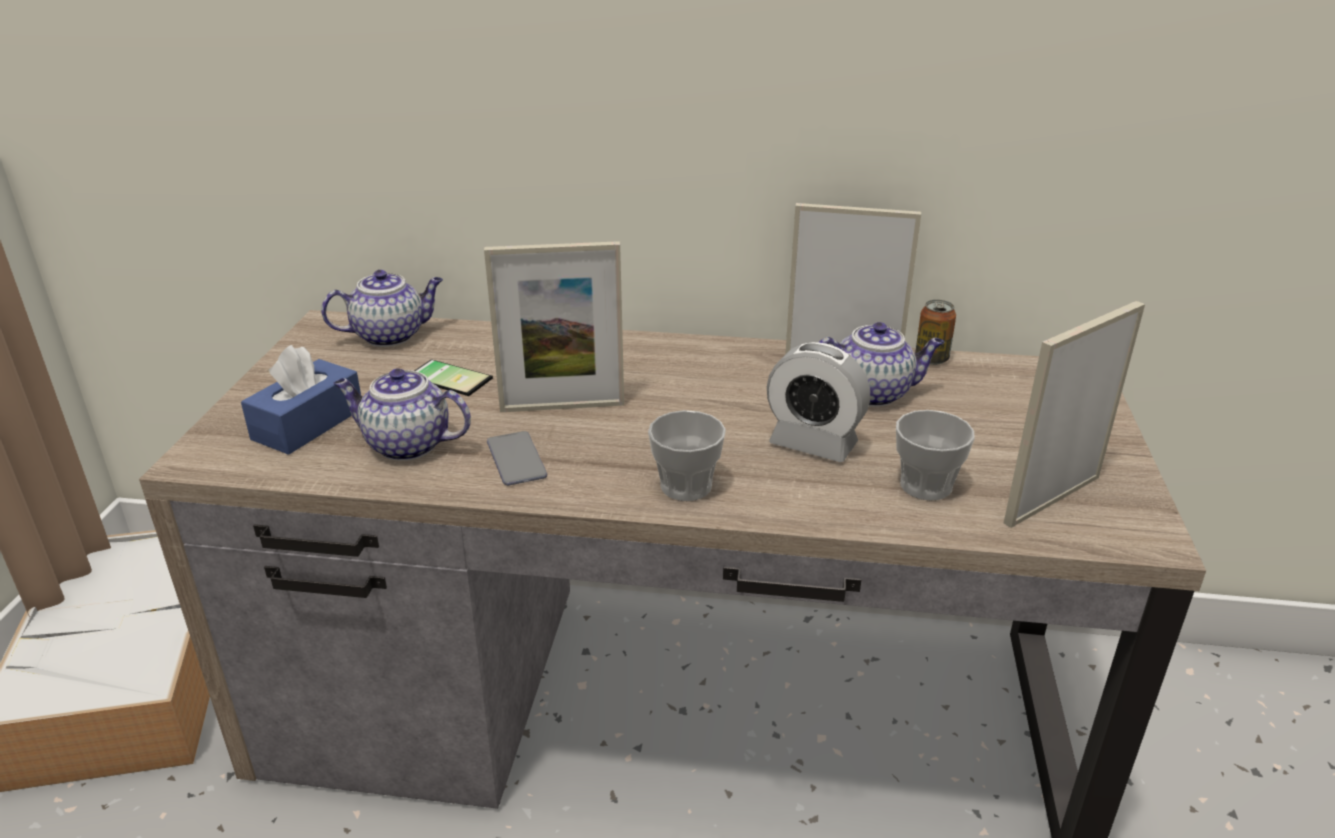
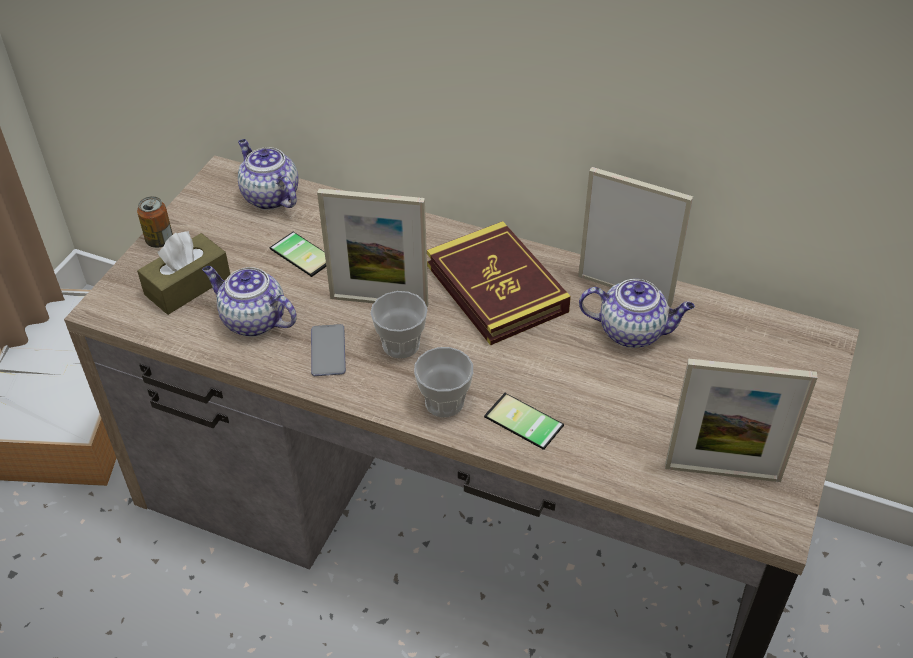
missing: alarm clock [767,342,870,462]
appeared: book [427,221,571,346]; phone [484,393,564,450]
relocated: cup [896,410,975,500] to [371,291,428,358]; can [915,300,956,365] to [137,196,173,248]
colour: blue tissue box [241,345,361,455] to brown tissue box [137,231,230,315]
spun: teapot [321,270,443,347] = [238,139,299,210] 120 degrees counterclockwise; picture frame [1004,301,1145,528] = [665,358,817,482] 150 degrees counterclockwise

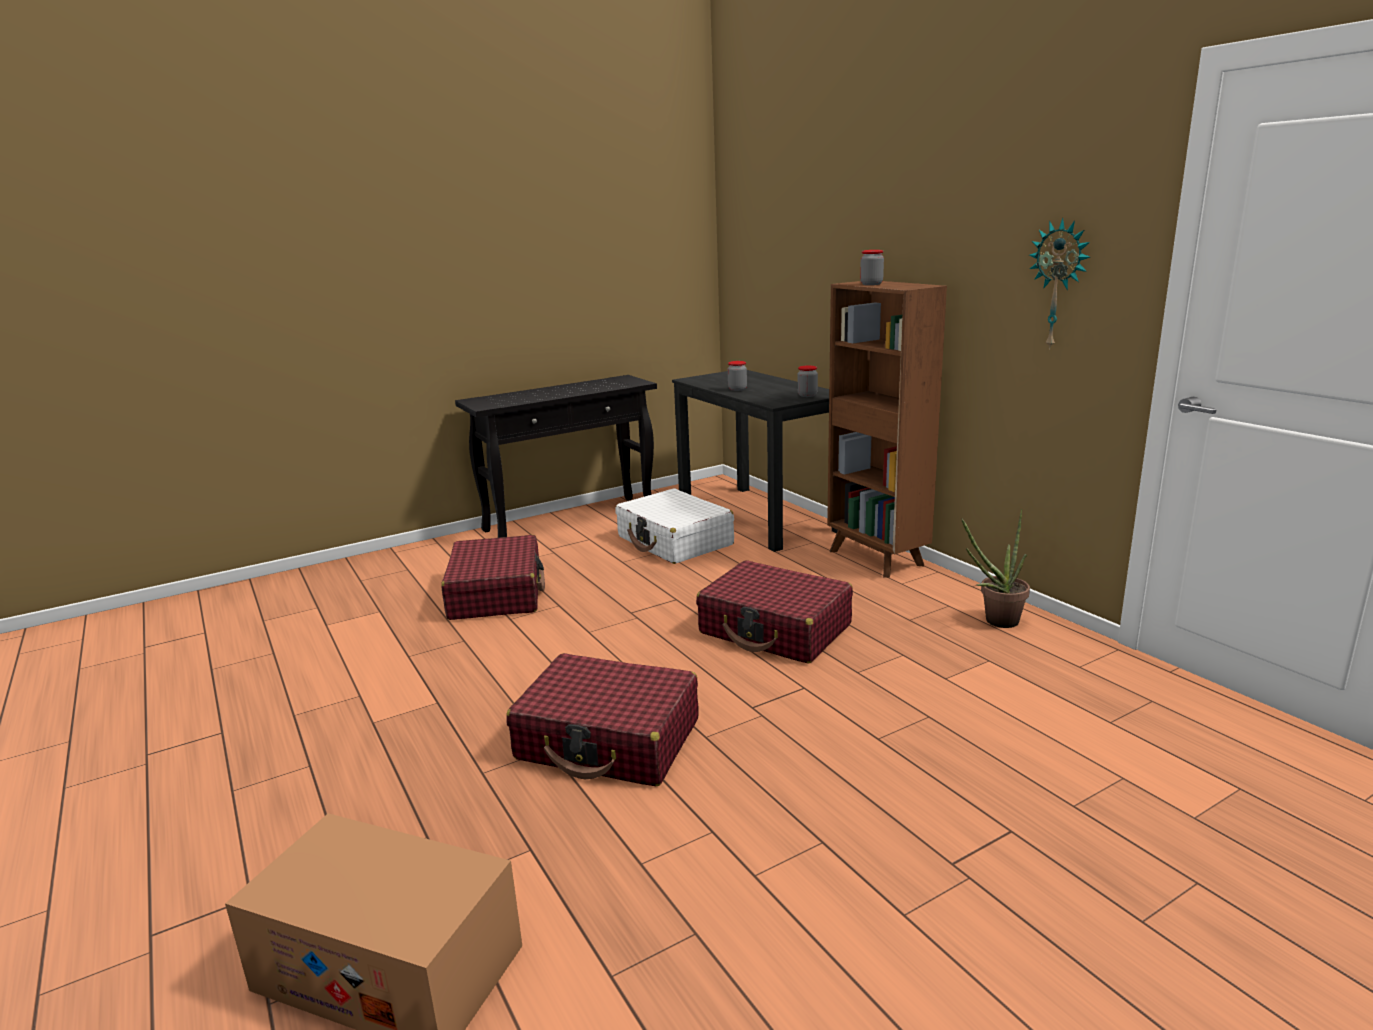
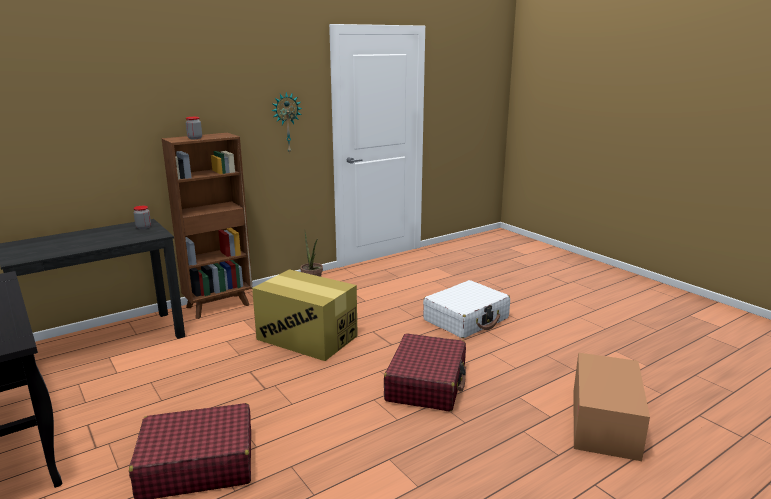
missing: jar [728,361,747,391]
relocated: white suitcase [615,488,734,564] to [423,280,510,338]
exchanged: red suitcase [696,560,853,664] to cardboard box [252,269,358,361]

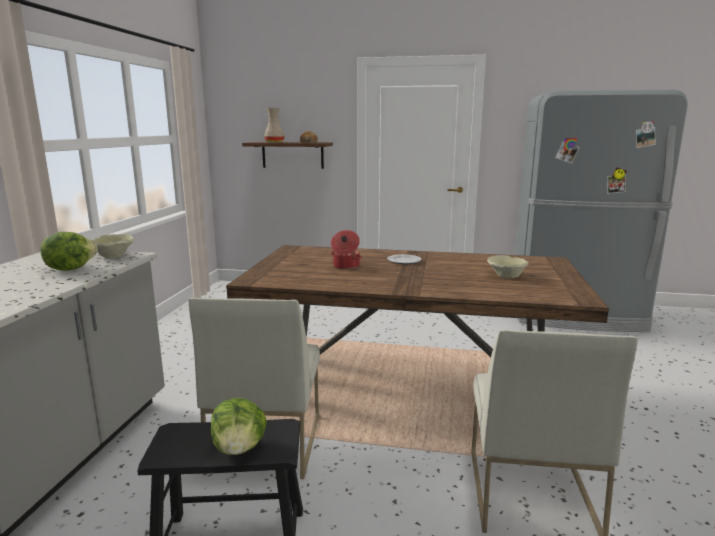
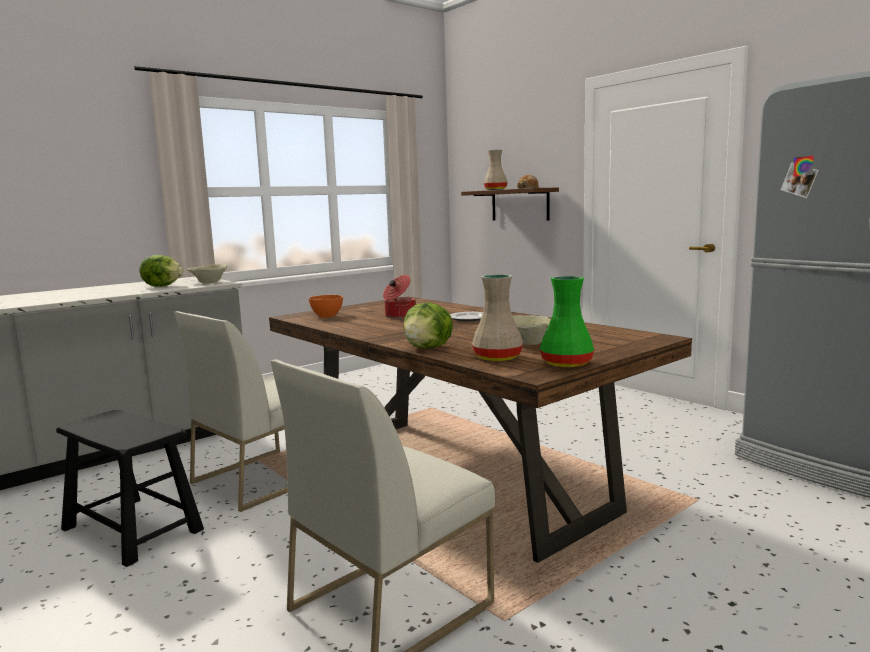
appeared: orange bowl [308,295,343,317]; beige vase [472,274,523,361]; green vase [540,276,594,367]
relocated: lettuce [211,398,267,455] to [404,302,453,348]

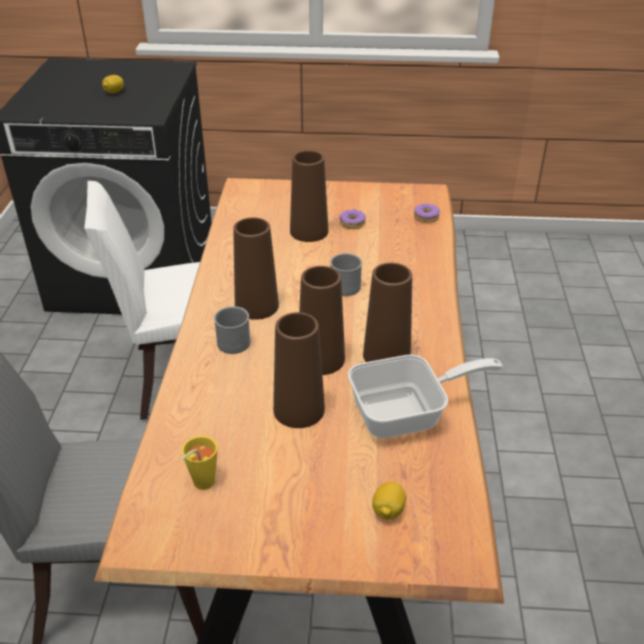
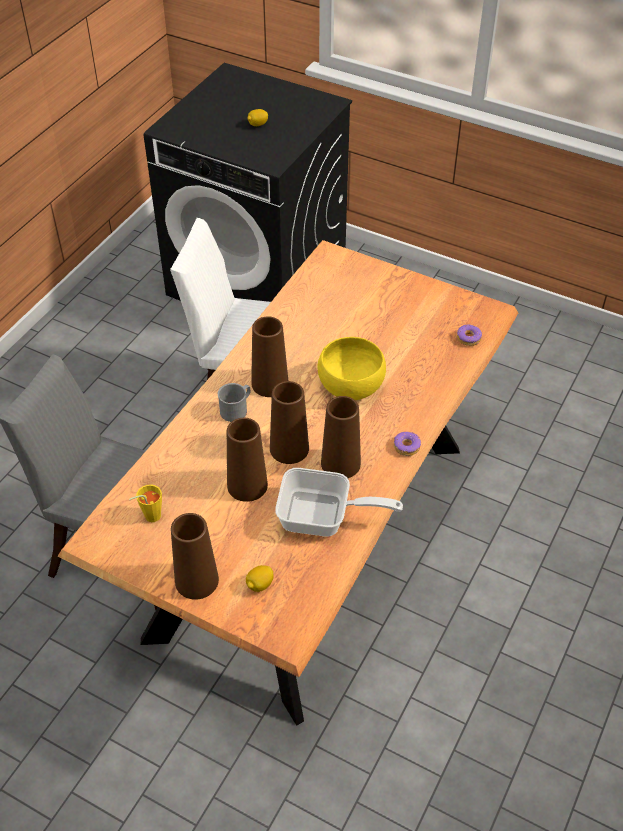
relocated: brown vase [290,150,328,242] to [171,513,219,600]; donut [339,209,366,229] to [394,432,421,456]
exchanged: grey mug [330,253,362,296] to yellow bowl [318,337,386,400]

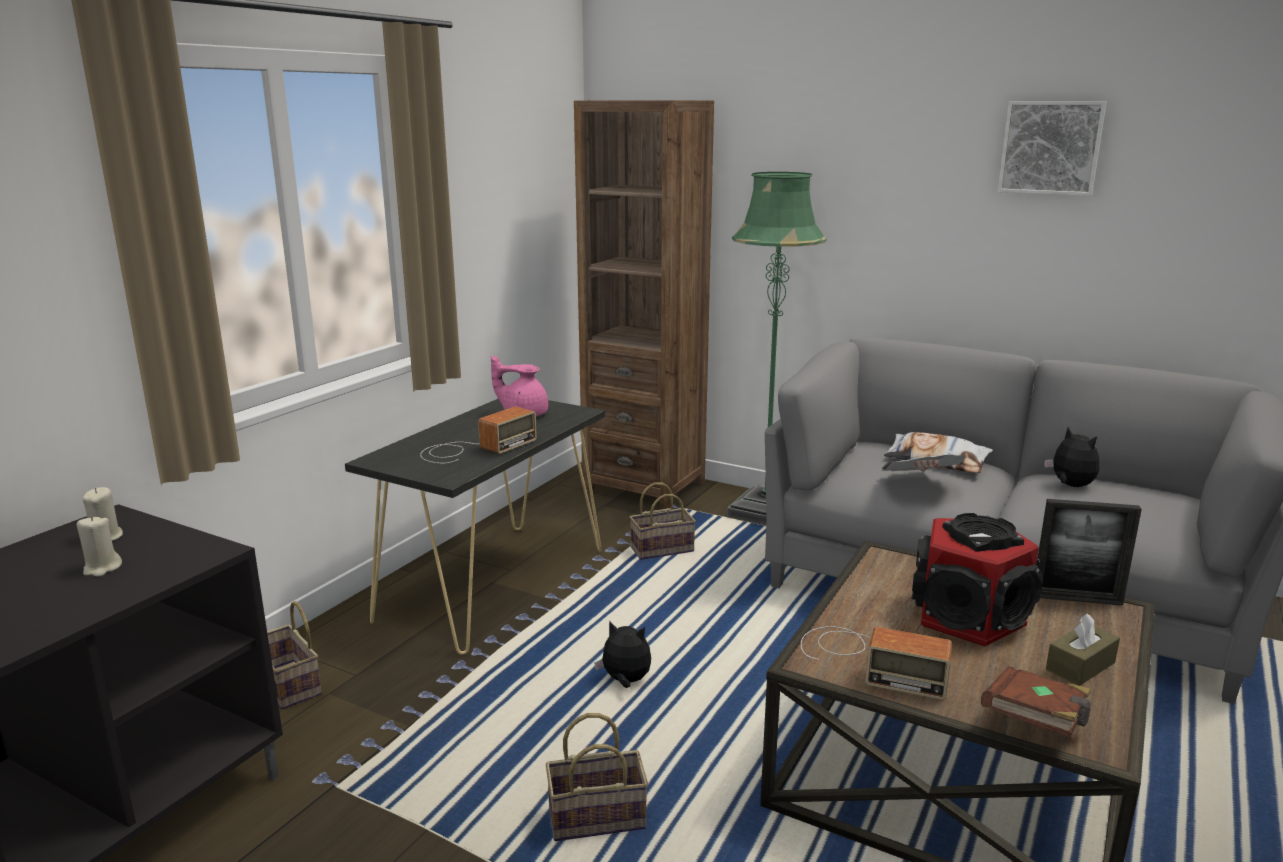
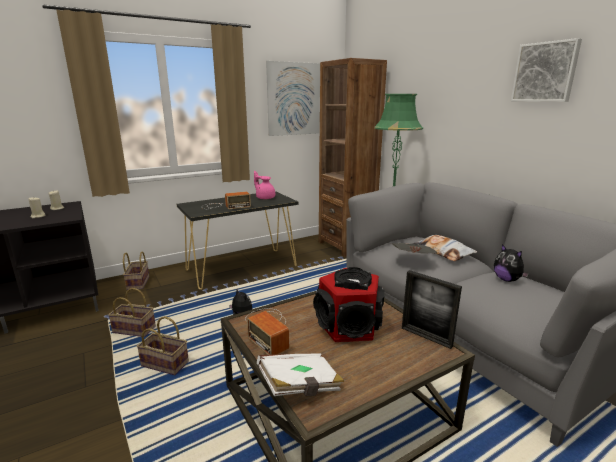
missing: brown tissue box [1046,613,1120,686]
appeared: picture [266,61,320,136]
relocated: basket [629,483,696,560] to [108,288,156,337]
colour: brown book [981,666,1091,738] to white book [257,353,344,397]
spun: plush toy [1044,427,1099,487] = [494,244,529,282] 150 degrees clockwise

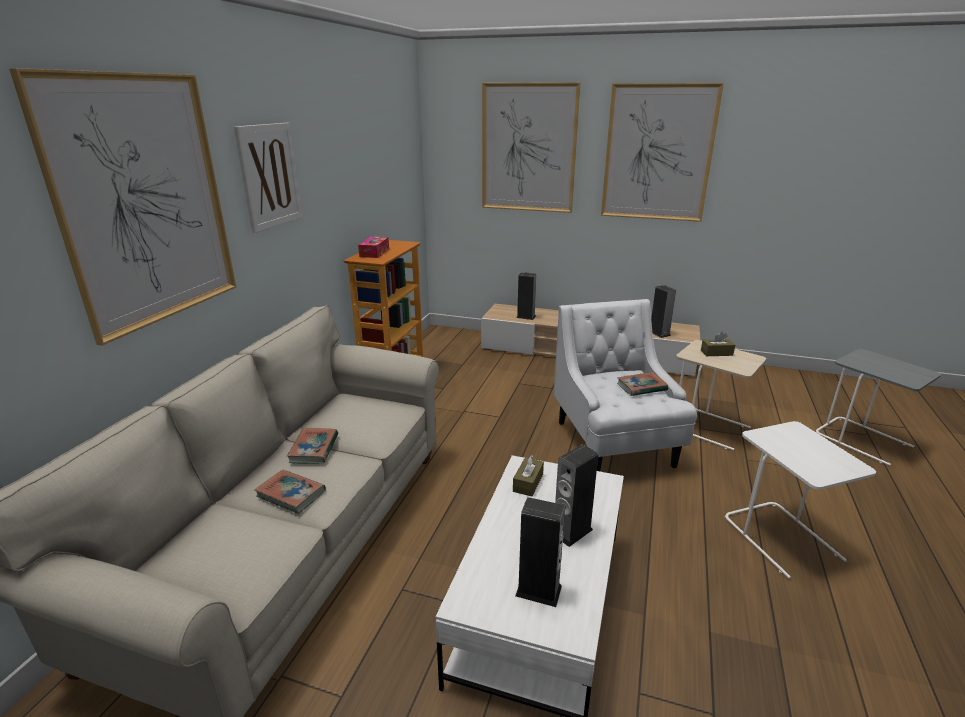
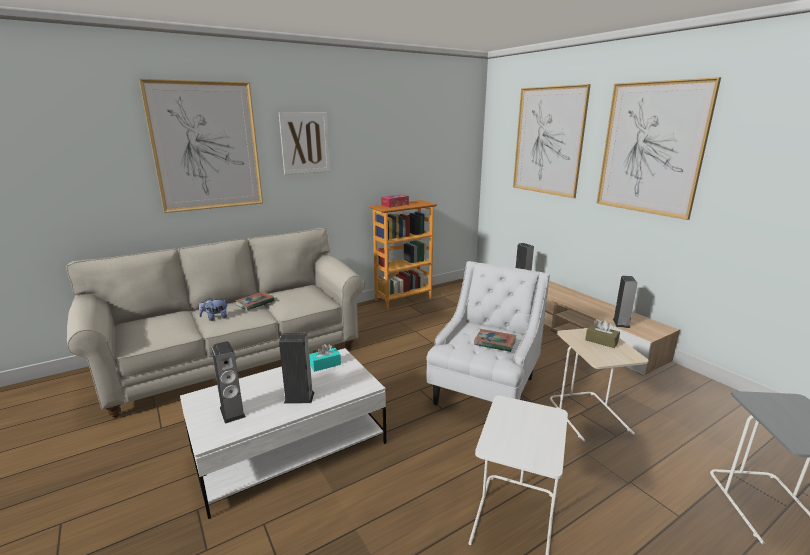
exchanged: book [254,470,326,514] to plush toy [199,298,227,321]
colour: brown tissue box [513,455,544,497] to turquoise tissue box [309,344,341,372]

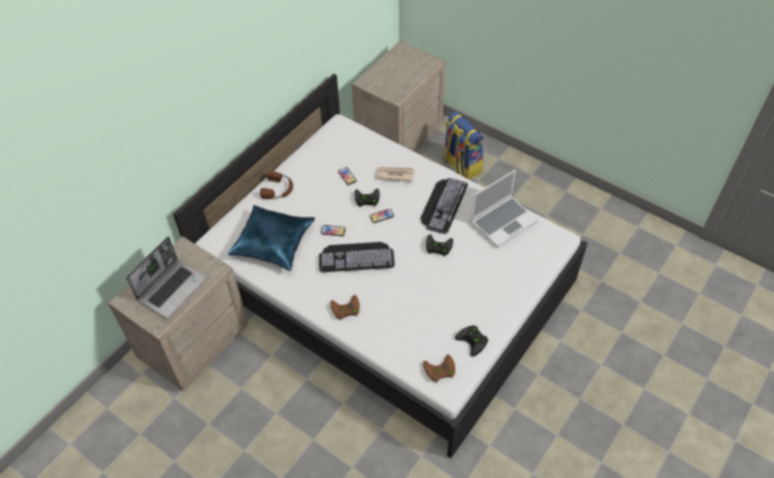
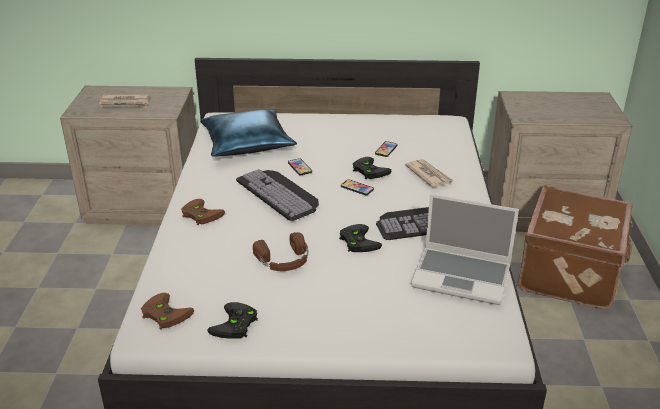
relocated: brown headphones [260,171,293,199] to [253,232,308,271]
exchanged: laptop [126,236,207,319] to newspaper [99,94,149,107]; backpack [442,111,483,179] to brown suitcase [518,185,633,309]

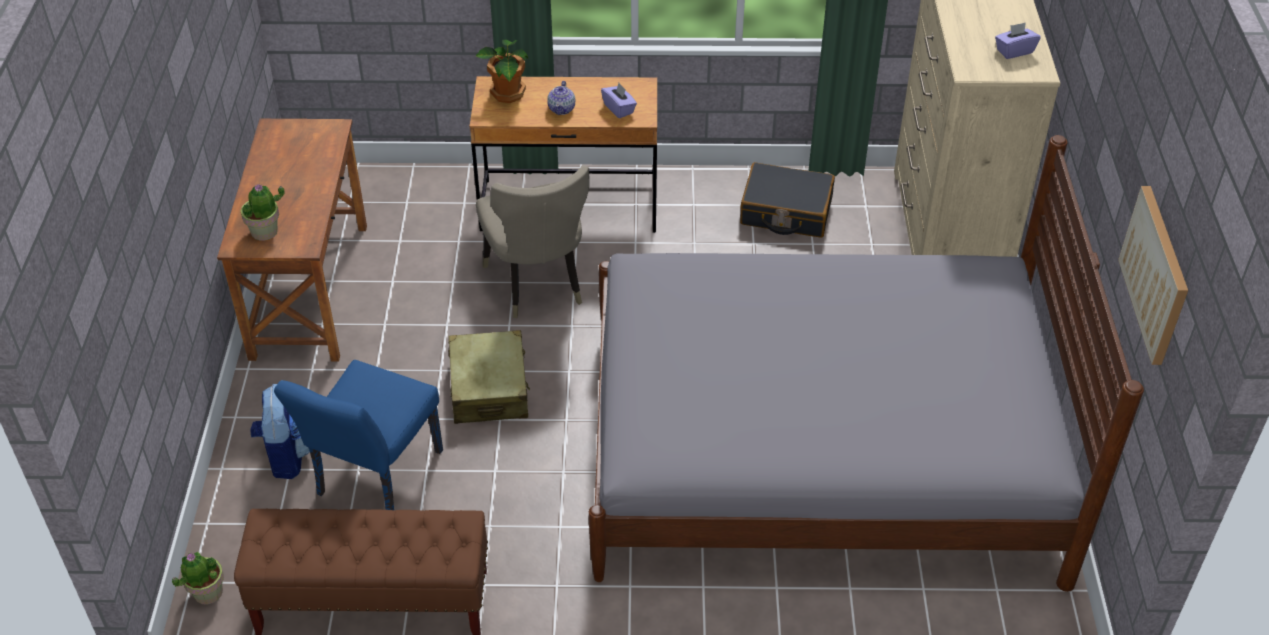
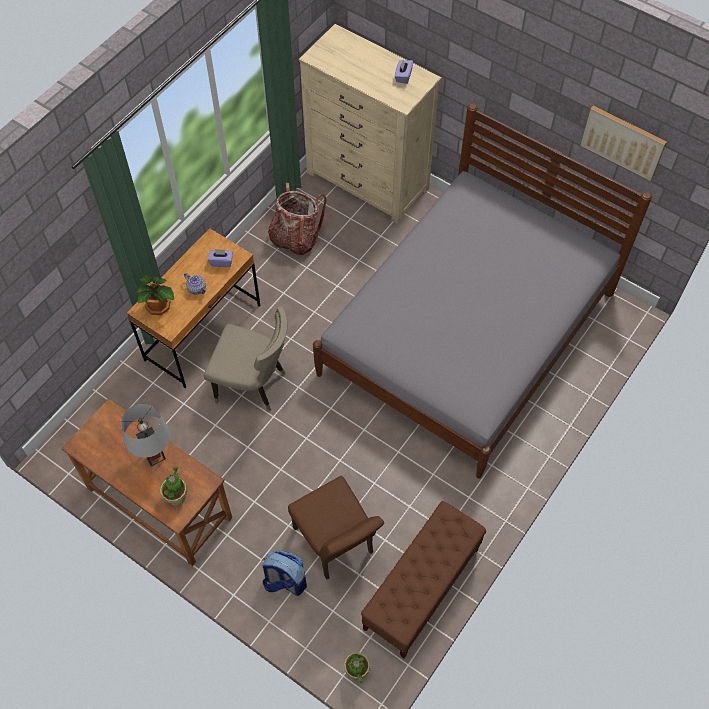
missing: beige suitcase [448,330,530,424]
appeared: grey table lamp [121,404,170,466]
exchanged: black suitcase [740,162,835,238] to backpack [268,183,326,255]
colour: blue chair [274,360,443,510] to brown chair [288,476,384,580]

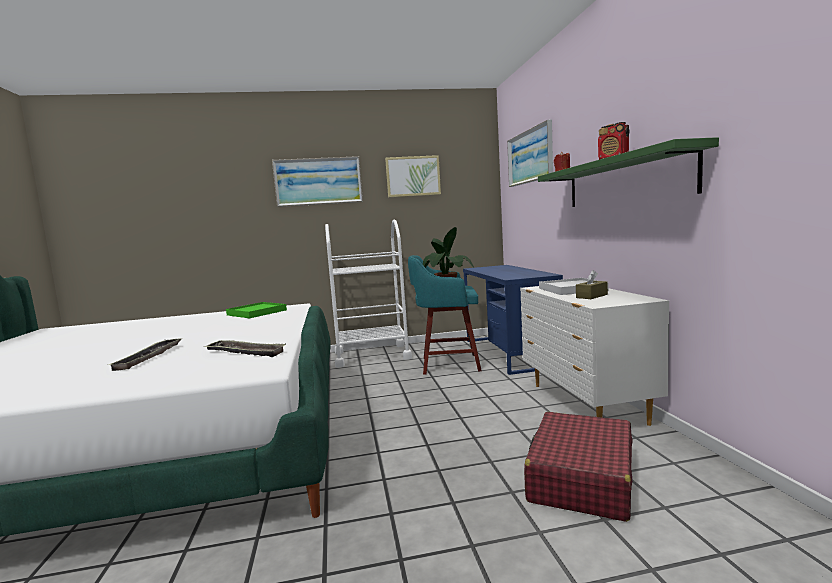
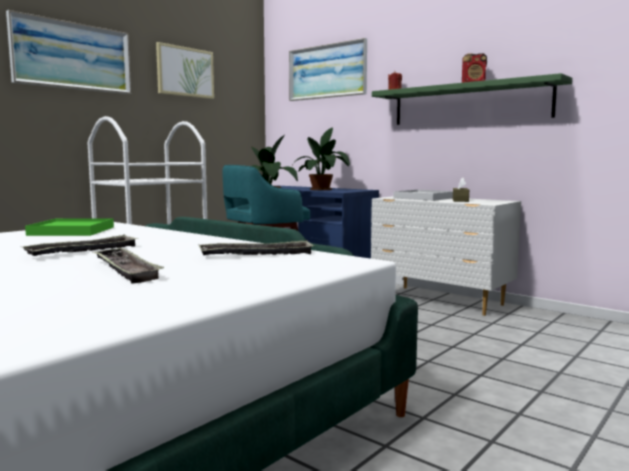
missing: red suitcase [524,412,633,522]
appeared: tray [22,235,138,256]; potted plant [293,128,350,190]

